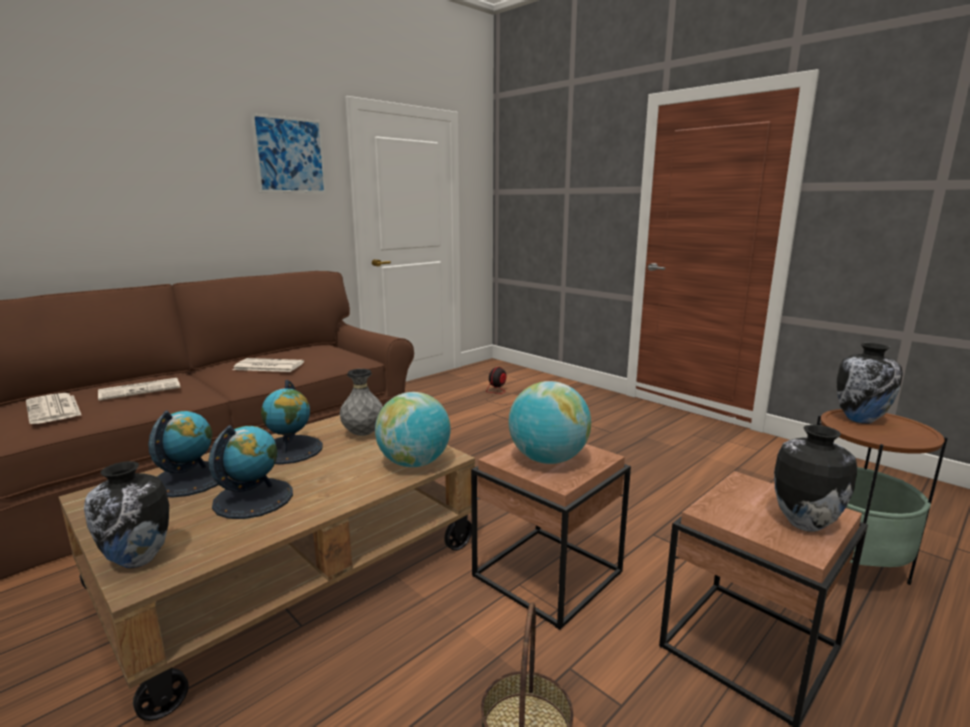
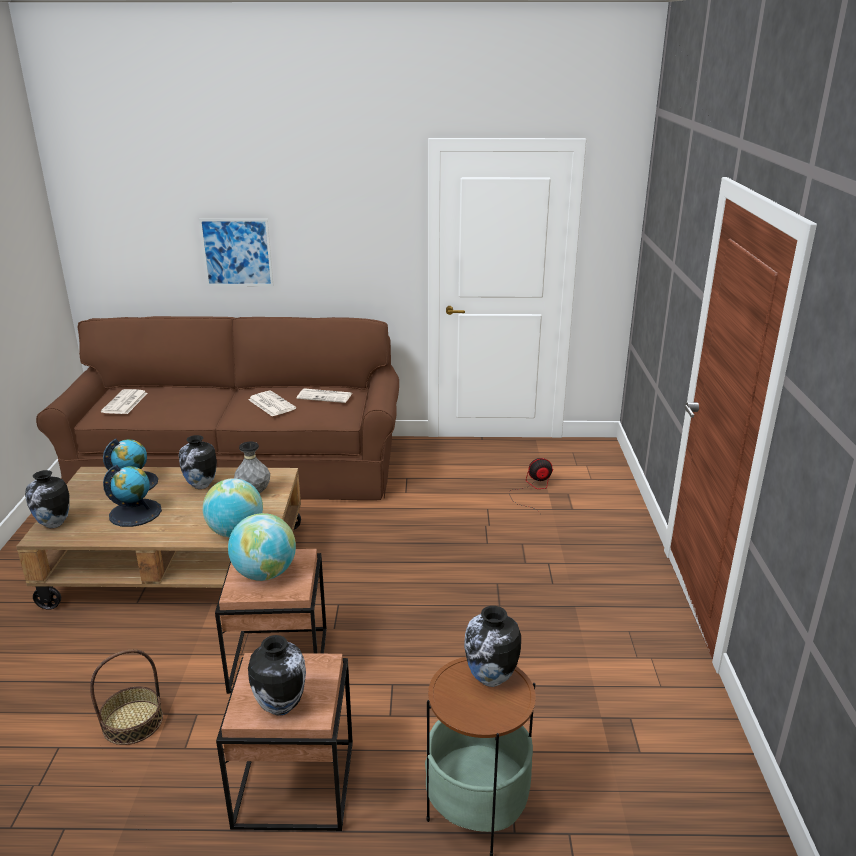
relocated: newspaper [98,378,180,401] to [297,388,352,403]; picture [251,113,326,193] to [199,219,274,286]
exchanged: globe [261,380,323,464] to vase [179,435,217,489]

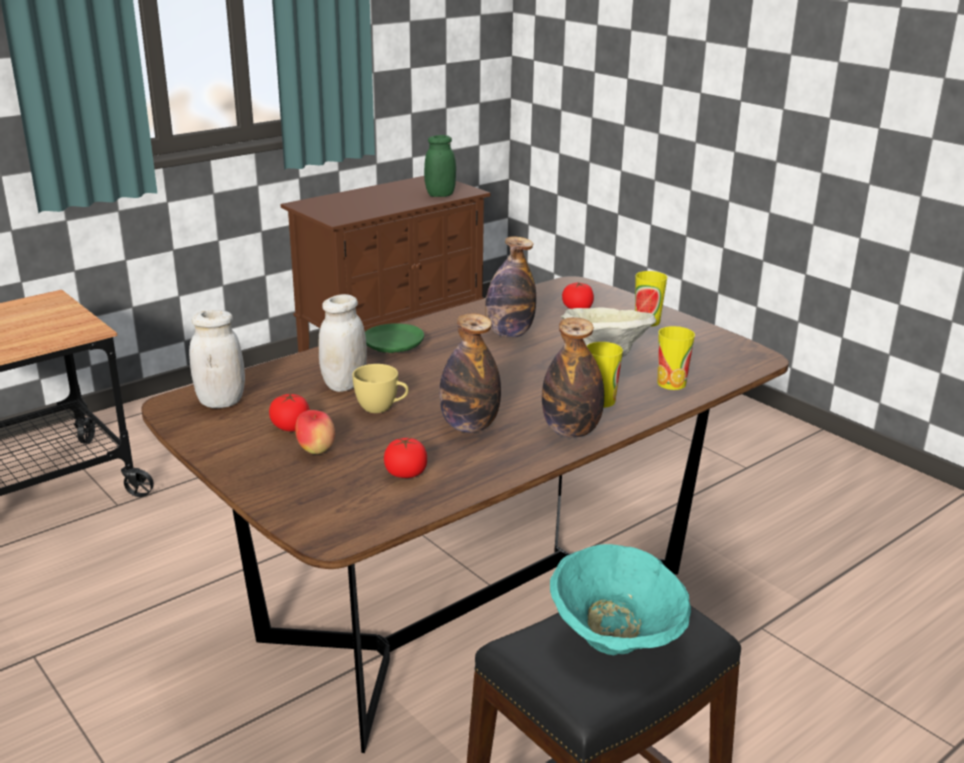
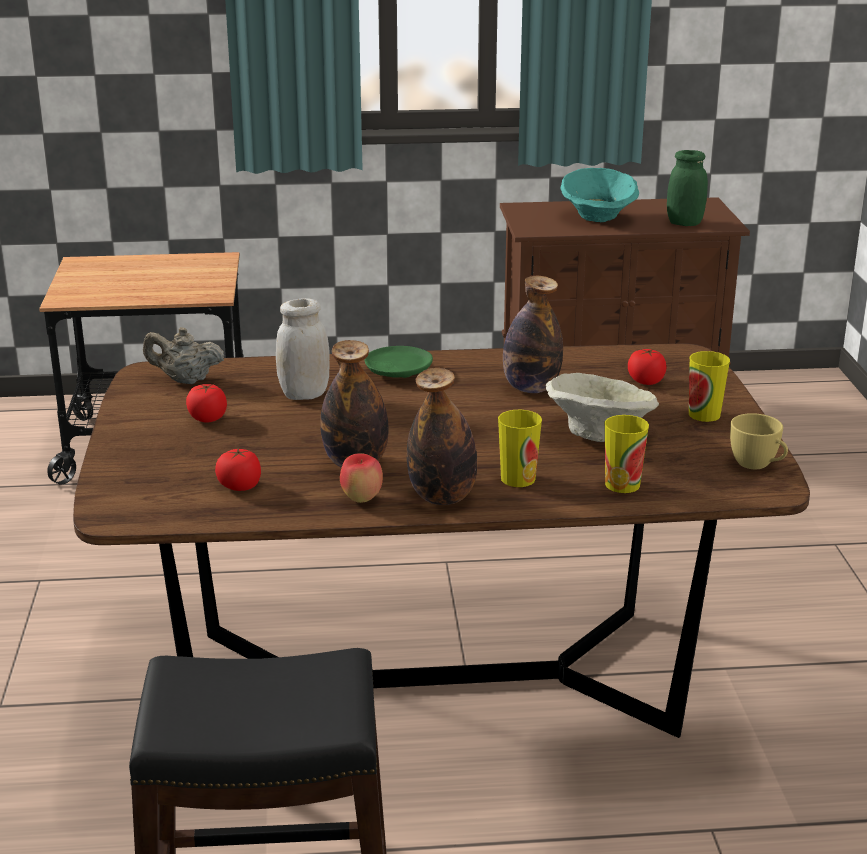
relocated: apple [295,410,335,454] to [340,453,383,503]; yellow cup [352,364,409,413] to [730,413,788,469]; turquoise bowl [550,544,691,655] to [561,168,639,222]
exchanged: white jar [189,310,245,408] to beige teapot [143,327,224,384]

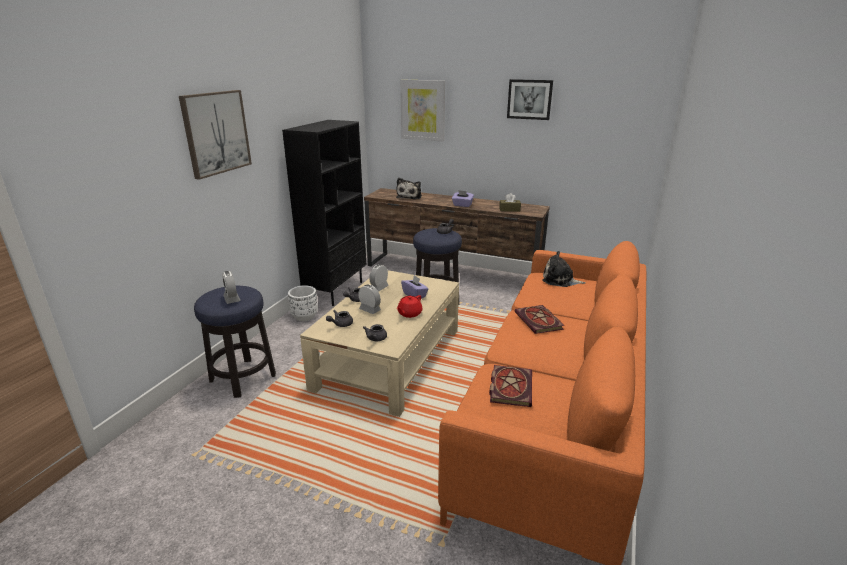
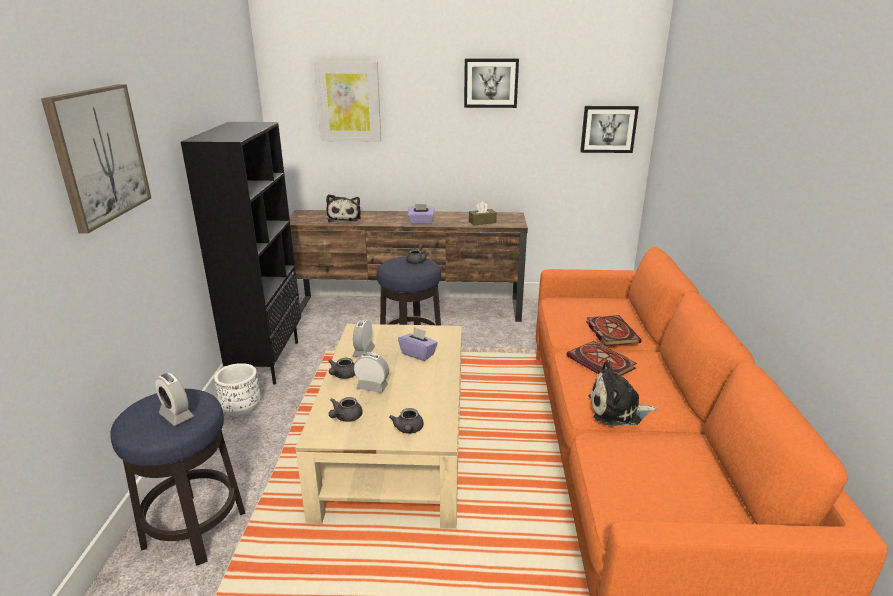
missing: red teapot [397,295,422,318]
appeared: picture [580,106,639,153]
relocated: book [489,365,532,407] to [586,315,642,346]; plush toy [542,251,586,287] to [589,361,658,426]

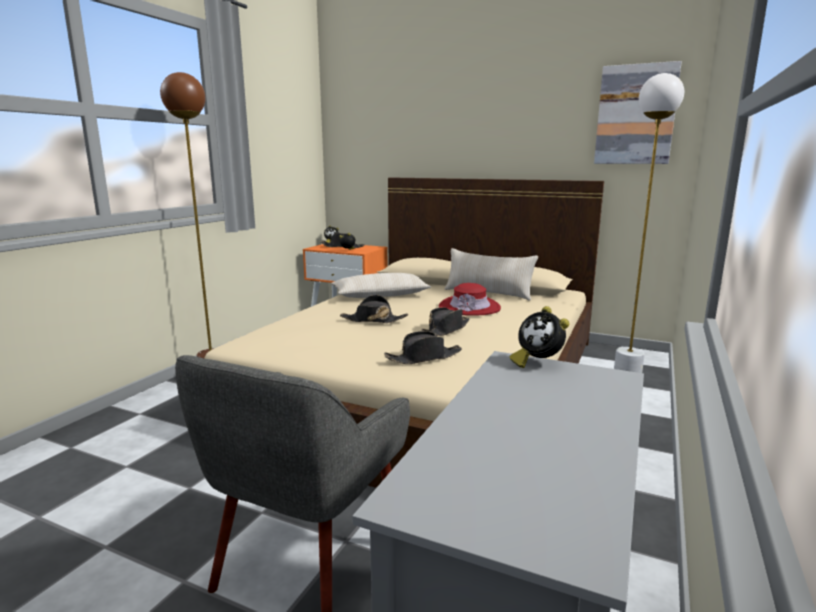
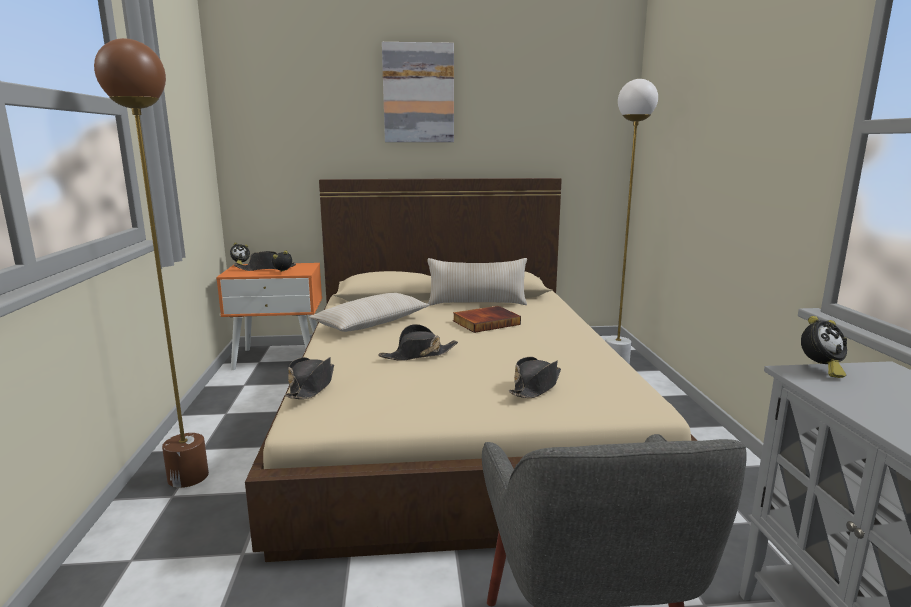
relocated: black hat [421,307,469,336] to [285,357,334,399]; picture [594,61,682,164] to [382,42,454,142]
exchanged: red hat [439,283,501,316] to book [453,306,521,333]
spun: alarm clock [509,306,569,368] = [801,316,847,378] 45 degrees counterclockwise

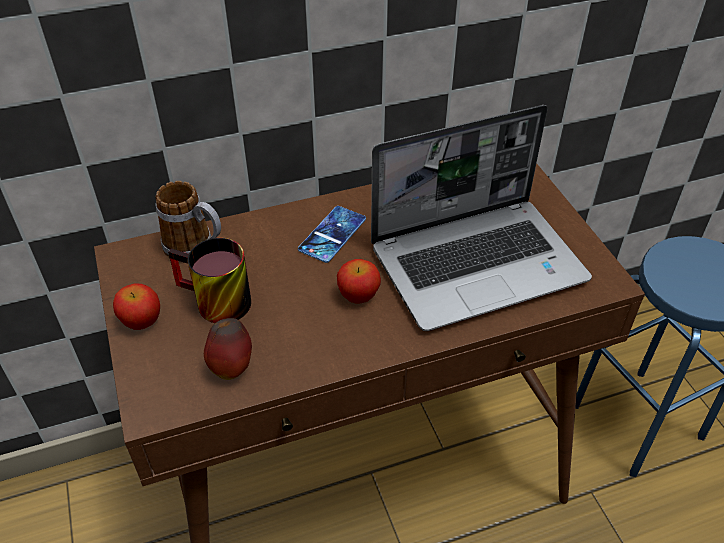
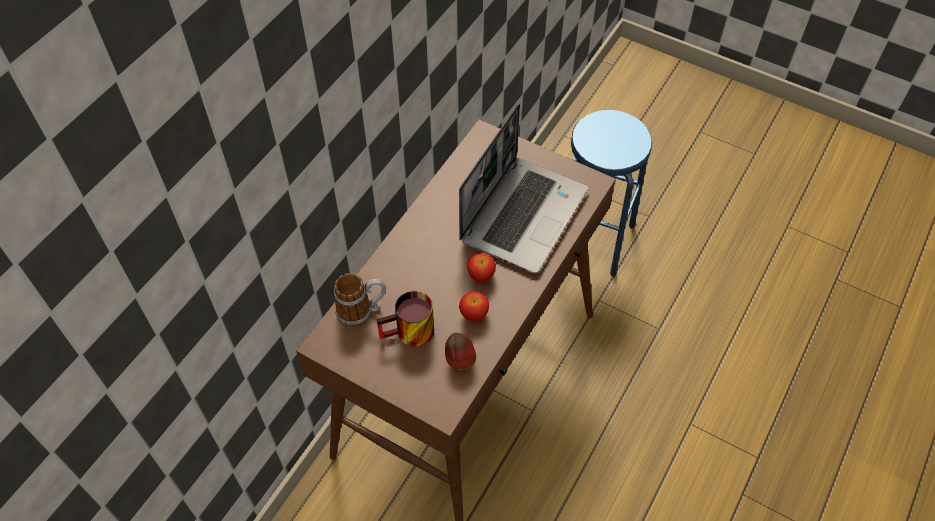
missing: phone [298,206,366,263]
relocated: apple [113,283,160,330] to [459,291,489,321]

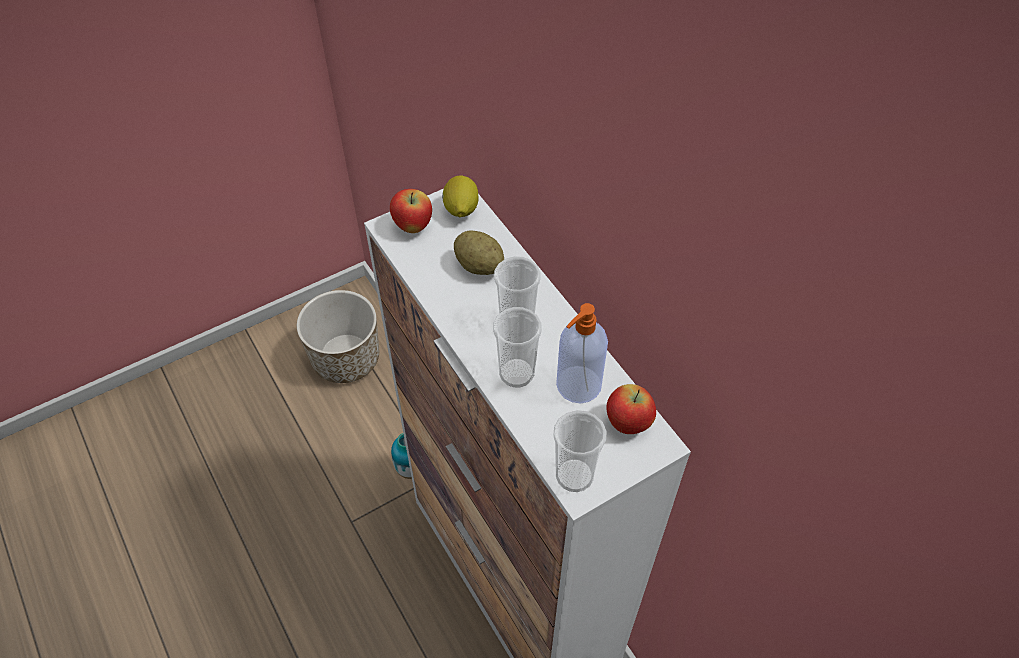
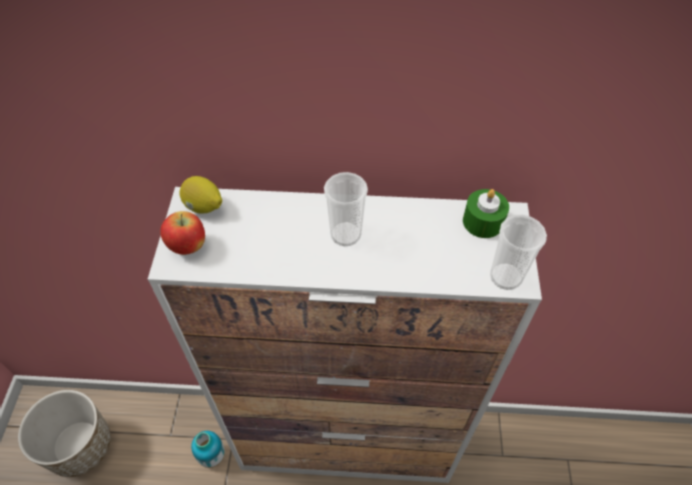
missing: potato [454,230,504,275]; cup [493,307,542,387]; soap dispenser [556,303,608,404]
exchanged: apple [606,384,656,434] to green candle [463,189,509,238]

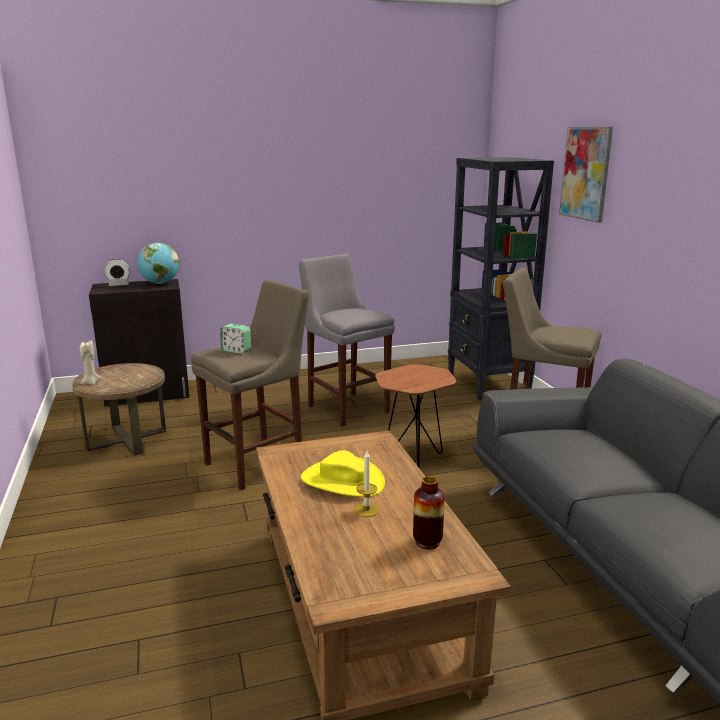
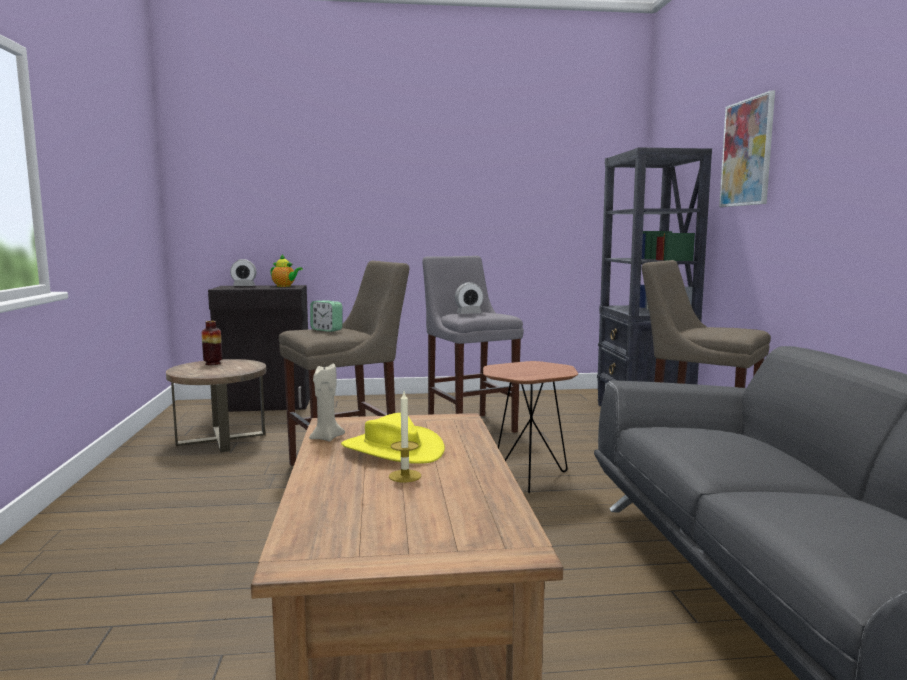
appeared: alarm clock [455,282,483,314]
relocated: beige candle [79,340,102,385] to [309,364,345,442]; vase [413,476,445,549] to [202,321,222,365]
exchanged: globe [137,243,179,284] to teapot [270,254,303,287]

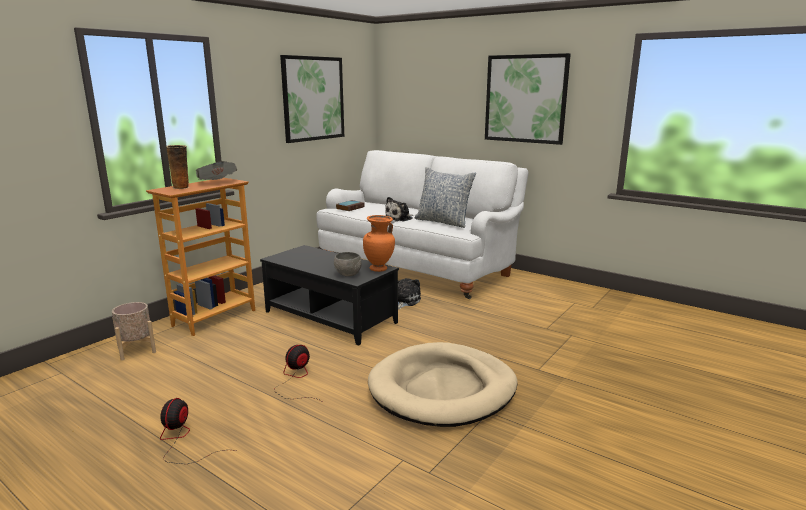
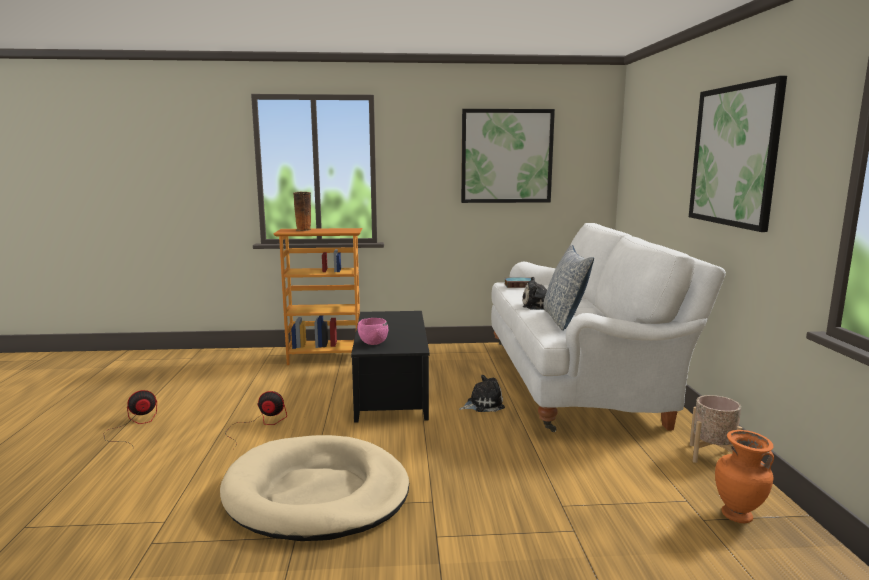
missing: newspaper [196,161,237,180]
relocated: beige planter [112,302,156,361] to [690,395,742,463]; orange vase [363,215,395,272] to [715,430,774,523]
colour: grey bowl [334,252,362,277] to pink bowl [358,318,388,345]

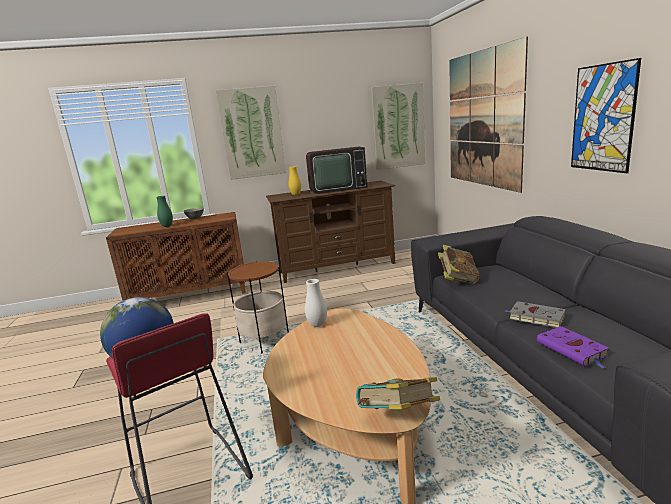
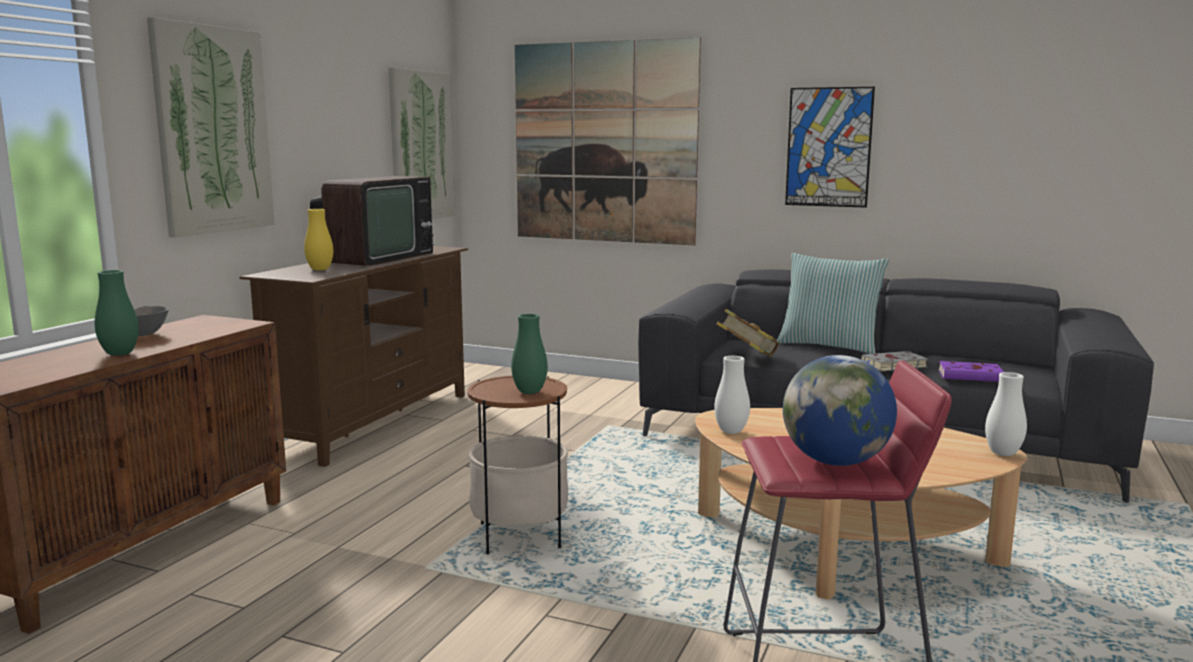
appeared: green vase [511,314,548,394]; pillow [777,253,889,354]
exchanged: book [356,377,440,410] to white vase [985,372,1027,456]

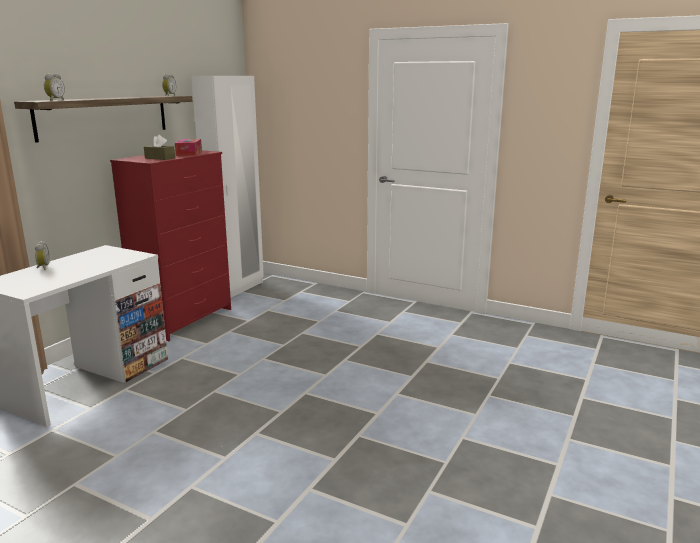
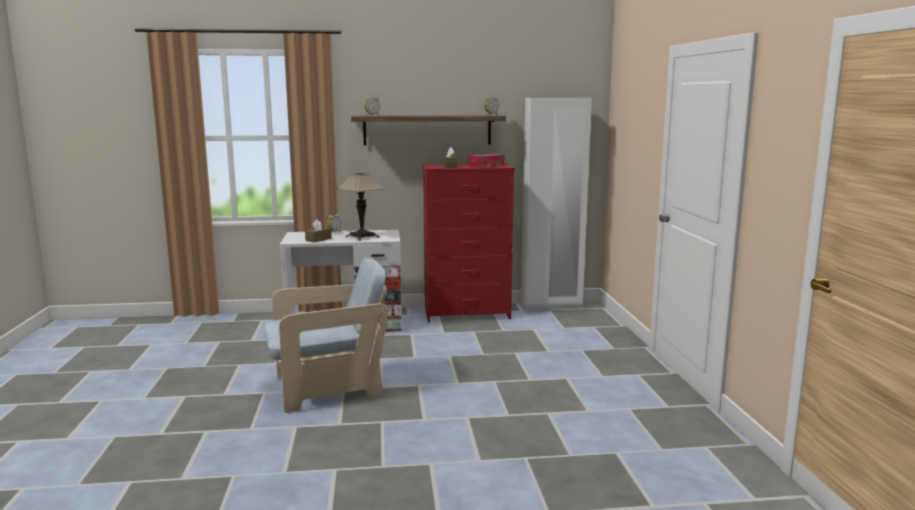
appeared: beige armchair [265,258,388,413]; brown tissue box [305,219,332,243]; table lamp [337,173,385,241]

